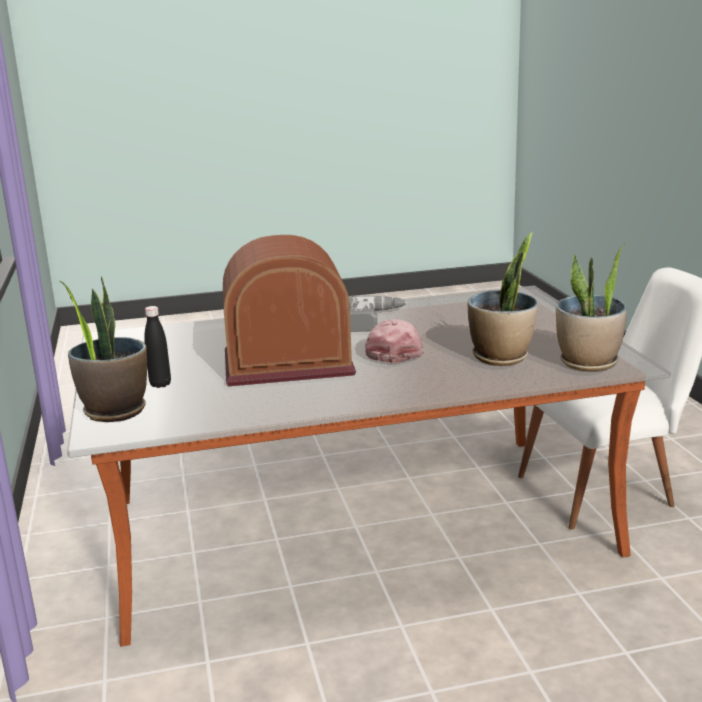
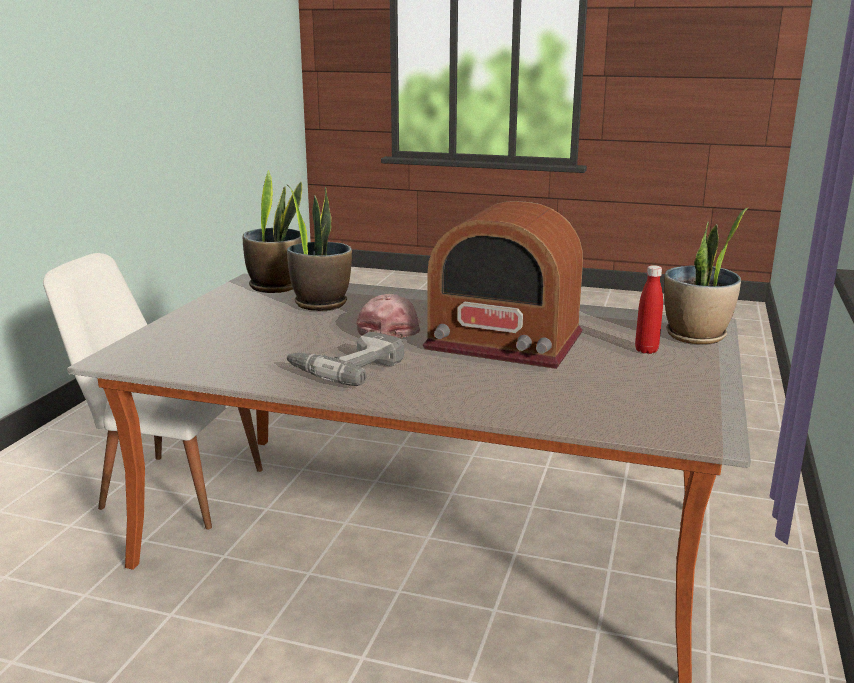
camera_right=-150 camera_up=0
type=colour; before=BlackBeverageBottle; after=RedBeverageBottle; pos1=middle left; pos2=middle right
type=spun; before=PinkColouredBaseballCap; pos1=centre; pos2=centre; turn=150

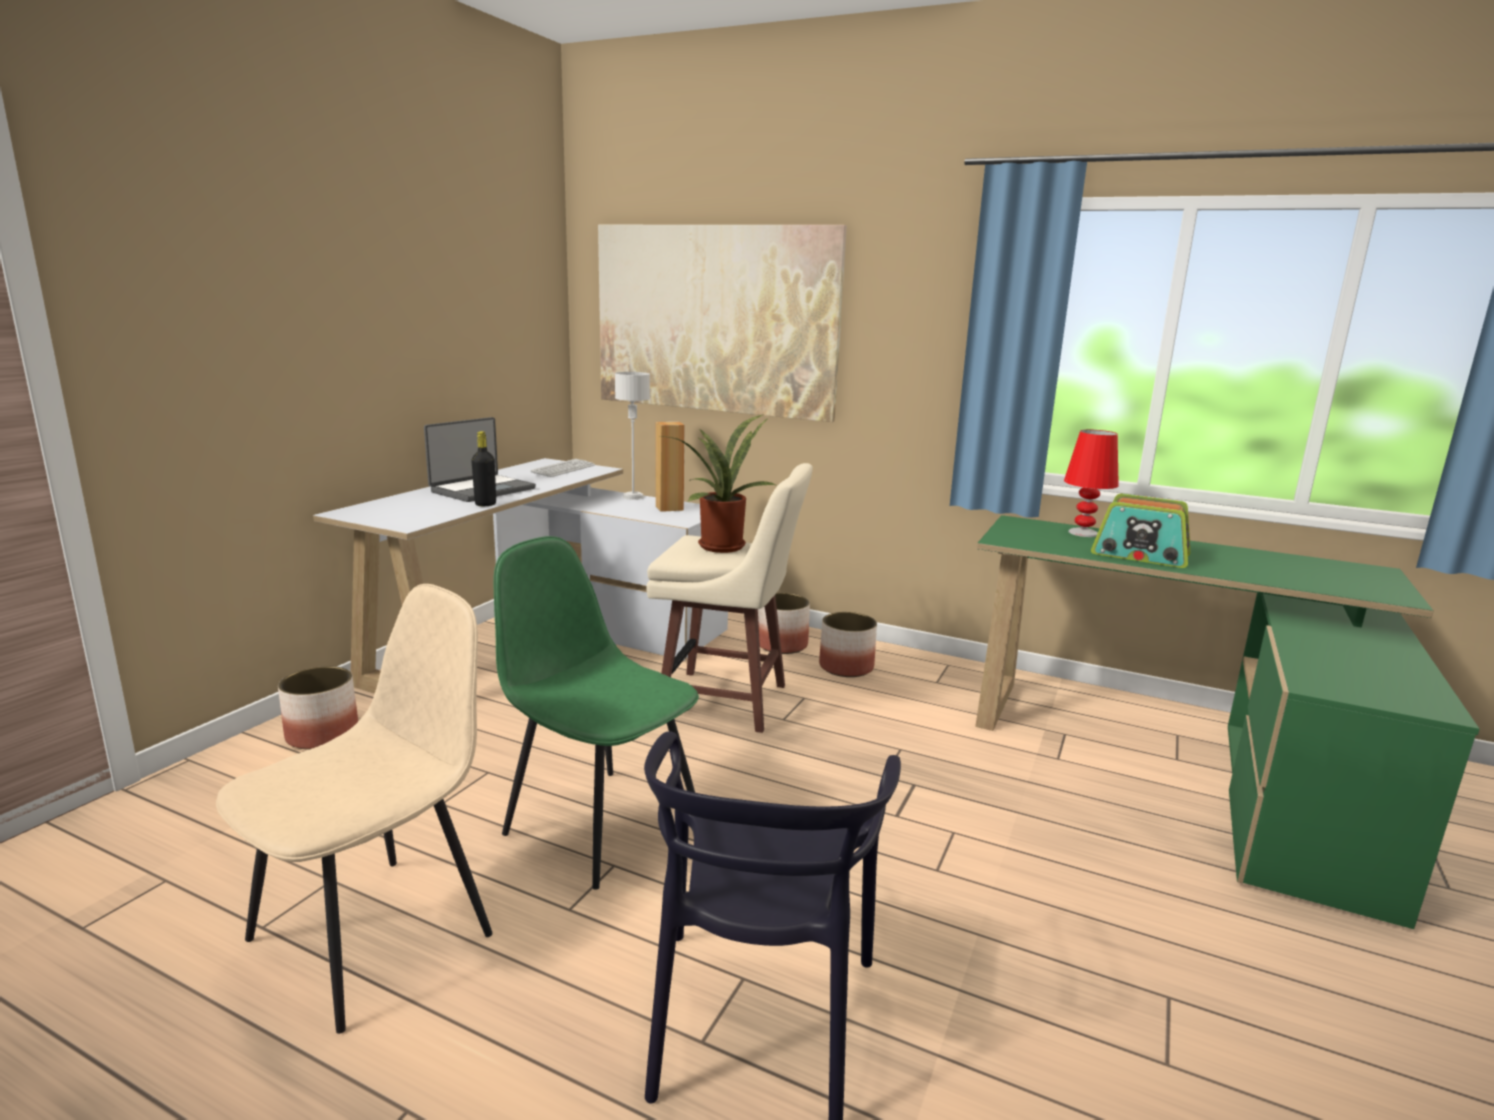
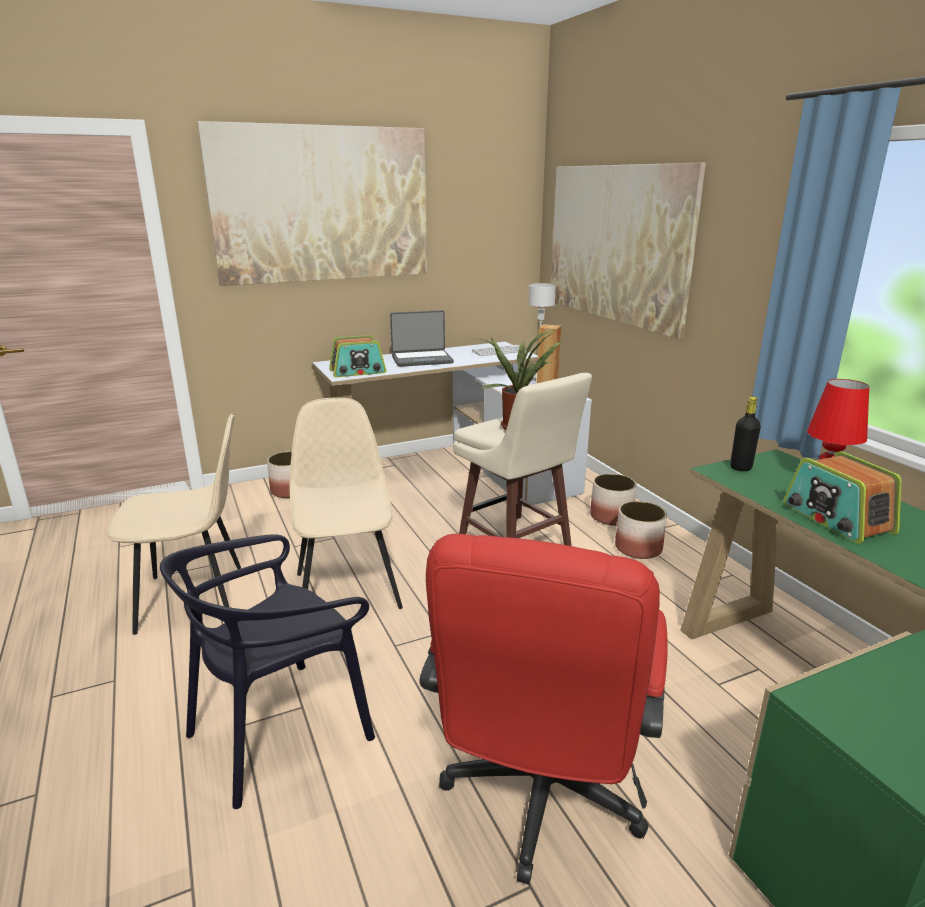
camera_right=40 camera_up=5
type=relocated; before=BlackBeverageBottle; pos1=middle left; pos2=middle right
type=colour; before=GreenColouredPlainChair; after=BeigeColouredPlainChair (no. 2 from left); pos1=centre; pos2=centre
type=appeared; after=Picture (no. 1 from left); pos2=top centre
type=appeared; after=RadioReceiver (no. 1 from left); pos2=centre
type=appeared; after=RedDeskChair; pos2=bottom centre

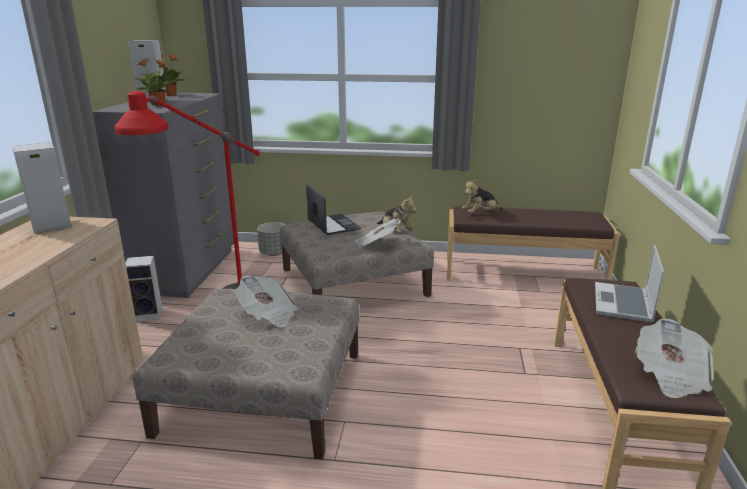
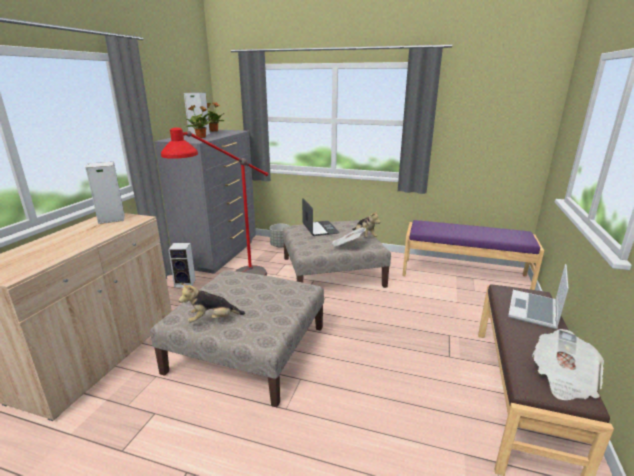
camera_right=10 camera_up=0
type=relocated; before=CuddlyToy (no. 2 from left in the first image); after=CuddlyToy (no. 1 from left); pos1=centre; pos2=middle left
type=colour; before=BrownishLongSeat (no. 1 from left); after=PurplishLongSeat; pos1=middle right; pos2=middle right
type=missing; before=PrintedPaper (no. 1 from left); pos1=centre

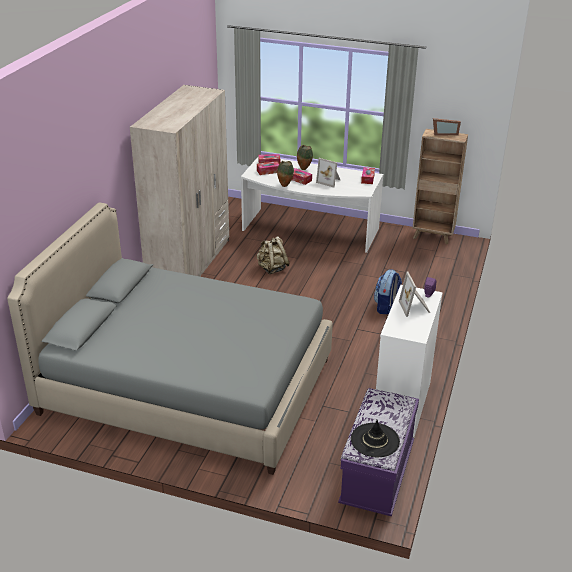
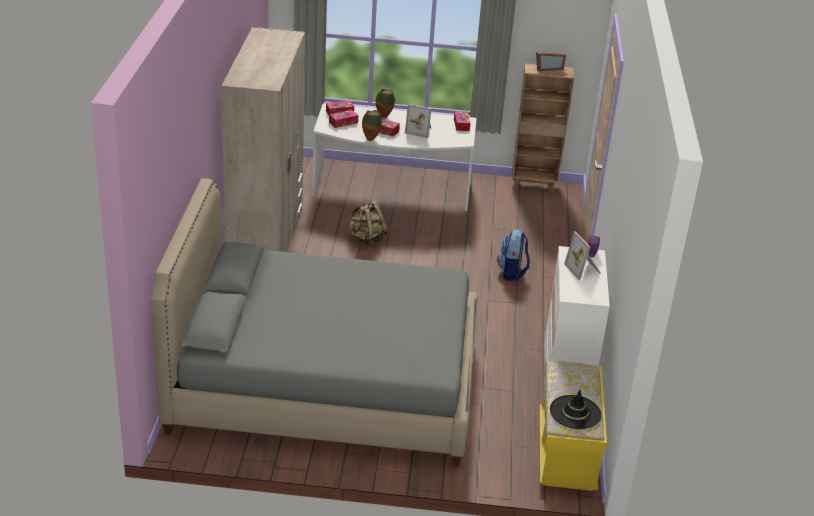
camera_right=-15 camera_up=0
type=colour; before=PurplishLongSeat; after=YellowishLongSeat; pos1=bottom centre; pos2=bottom right

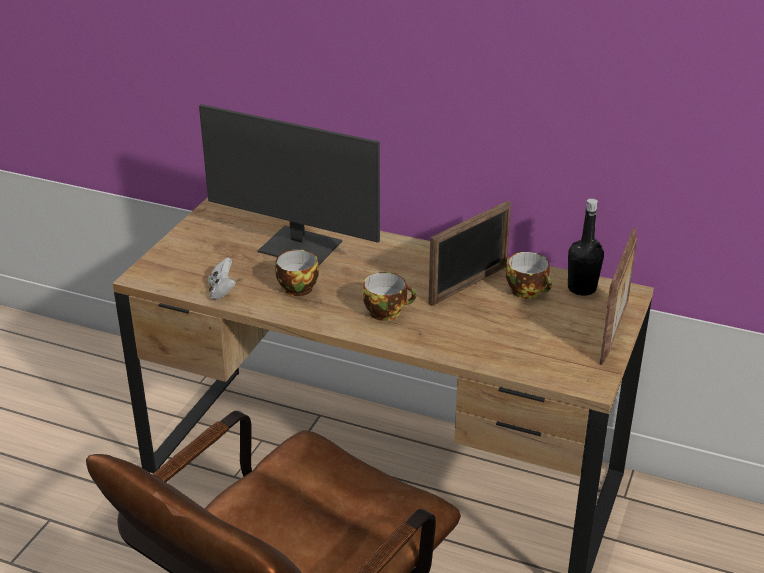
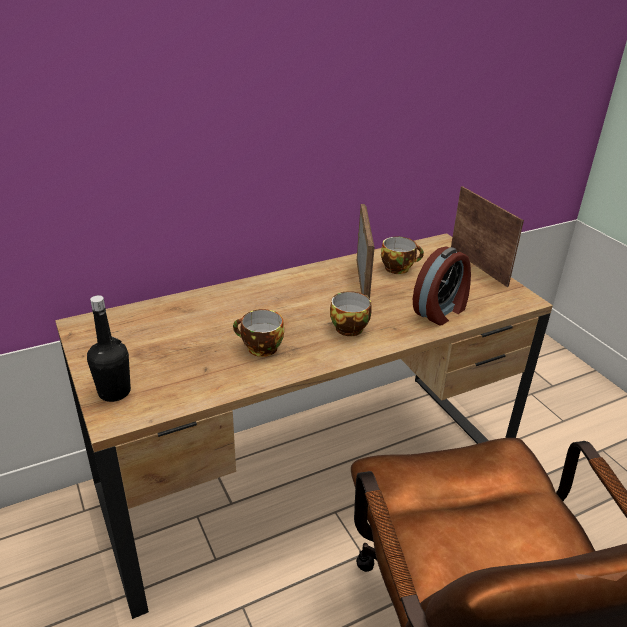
camera_right=-50 camera_up=0
type=missing; before=Monitor; pos1=top centre
type=relocated; before=BlackBeverageBottle; pos1=middle right; pos2=middle left
type=missing; before=WhitishJoypad; pos1=middle left
type=appeared; after=BedsideClock; pos2=middle right

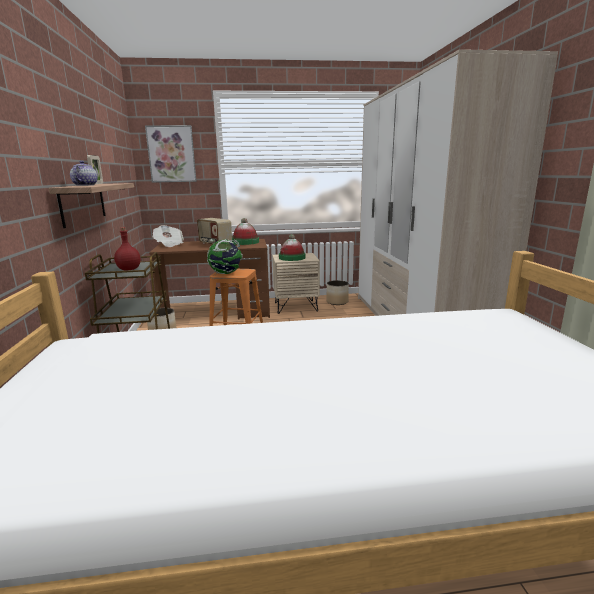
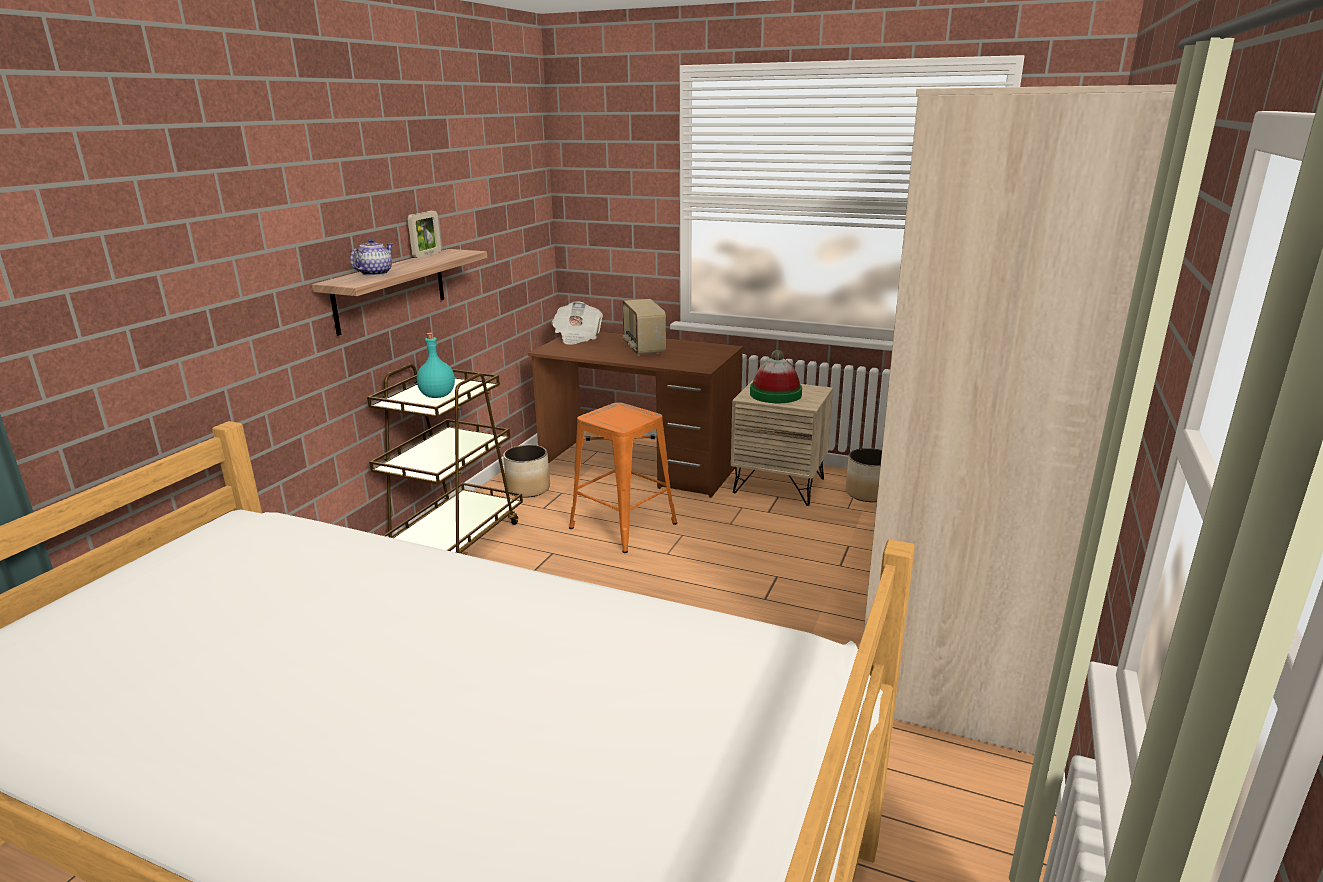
camera_right=30 camera_up=5
type=missing; before=Picture; pos1=top left
type=missing; before=WearableHat (no. 1 from left); pos1=centre
type=colour; before=RedBeverageBottle; after=TurquoiseBeverageBottle; pos1=middle left; pos2=middle left
type=missing; before=DeskGlobe; pos1=centre

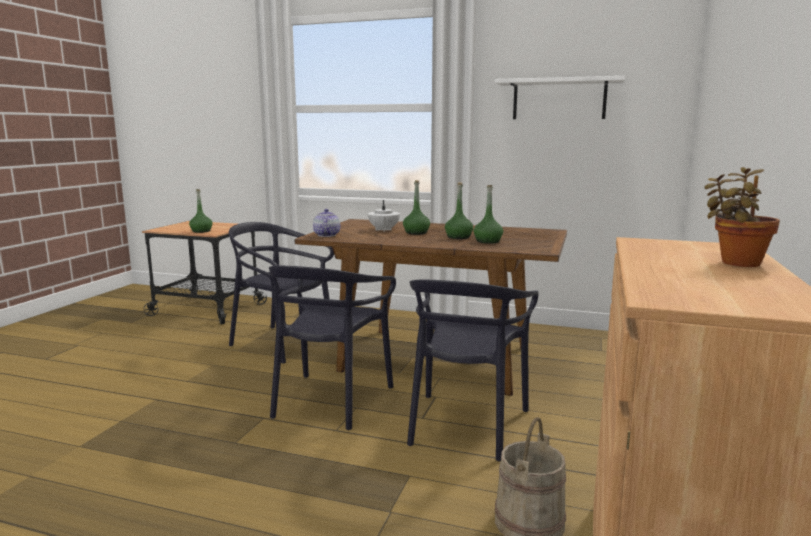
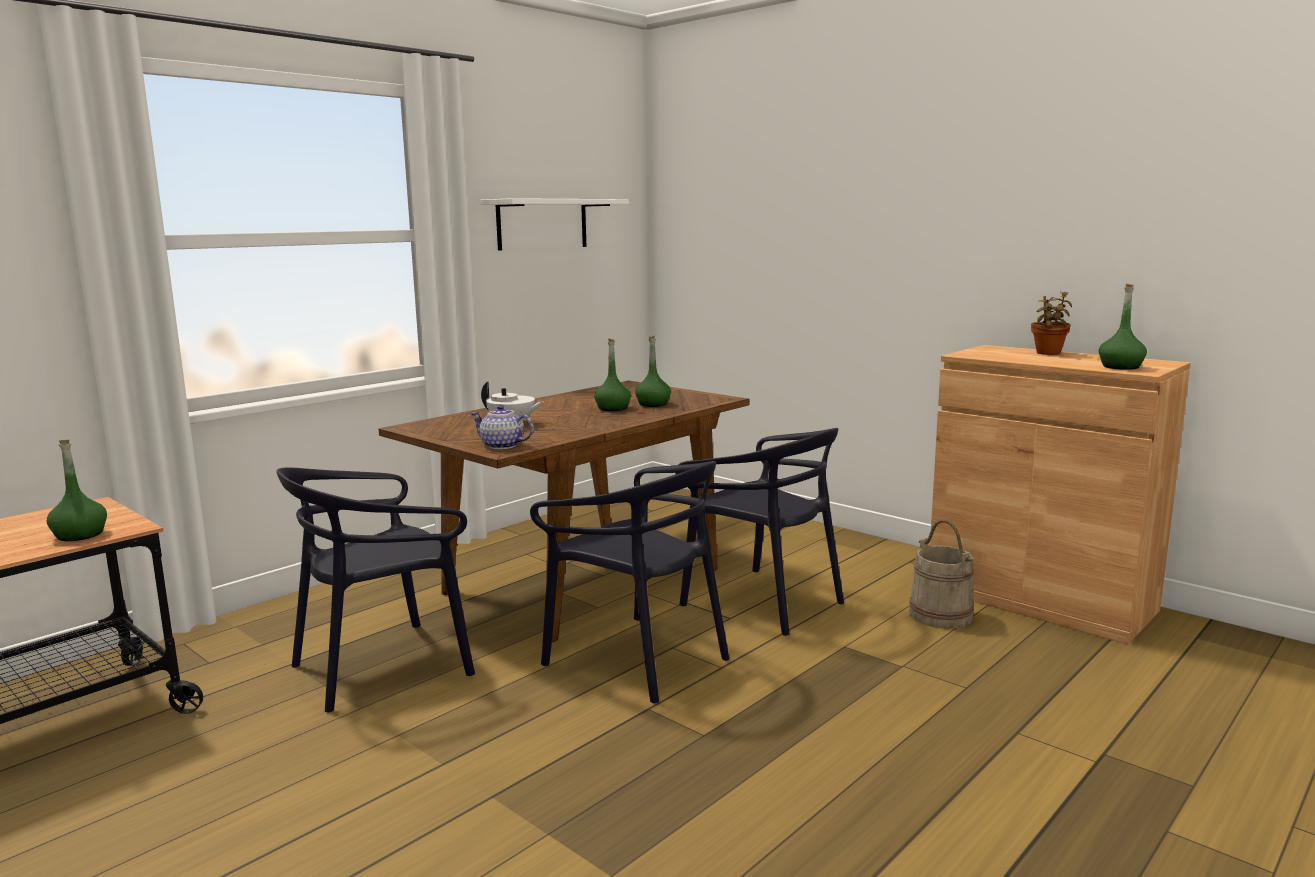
camera_right=-65 camera_up=0
type=relocated; before=GreenColouredBeverageBottle (no. 2 from left in the first image); after=GreenColouredBeverageBottle (no. 4 from left); pos1=centre; pos2=middle right

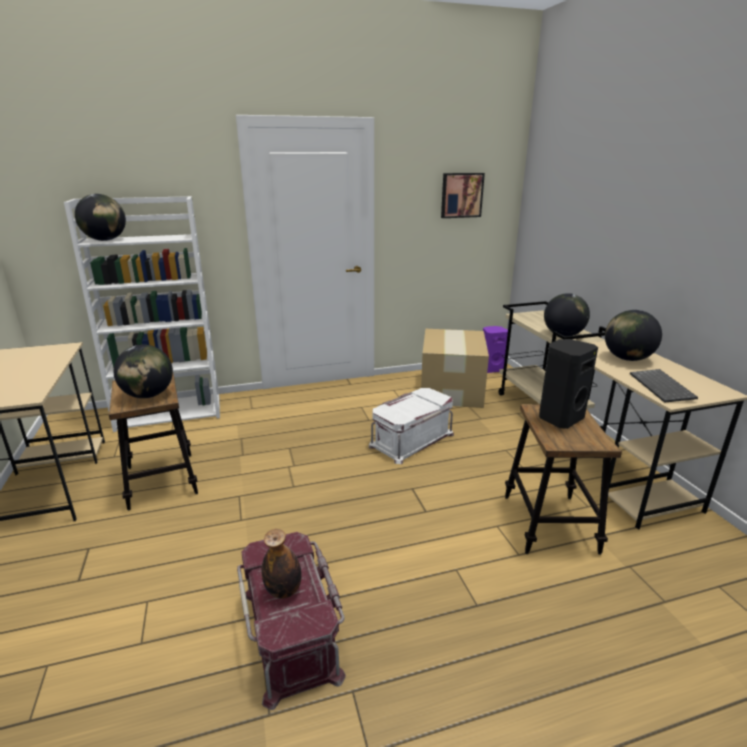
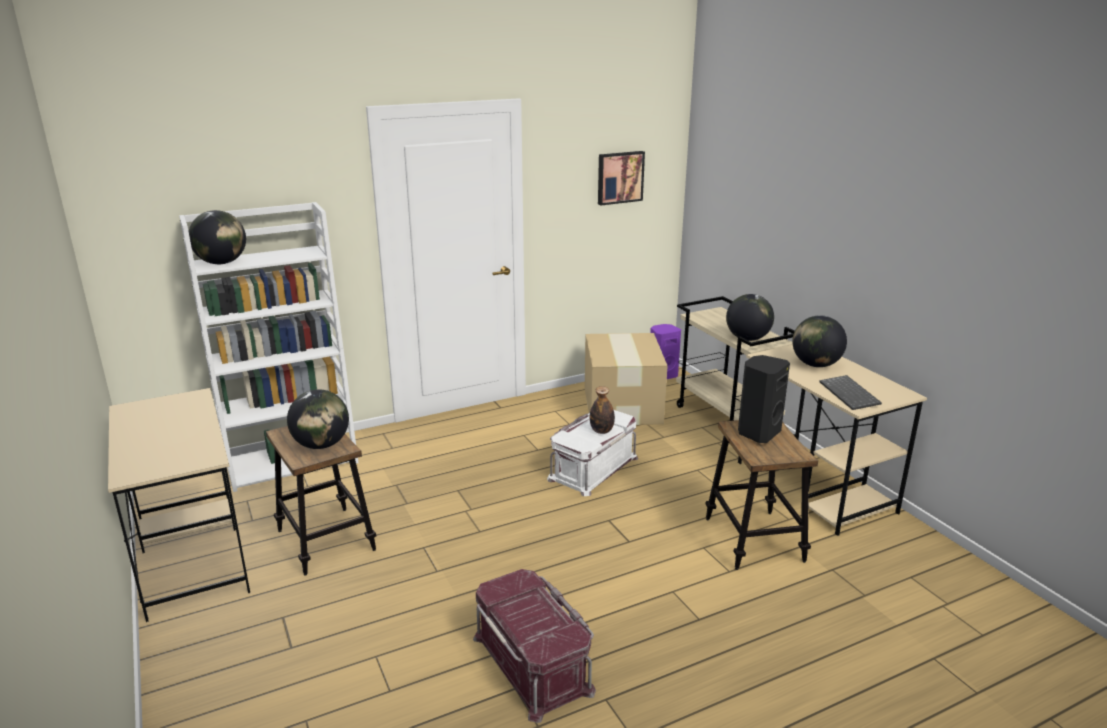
camera_right=-10 camera_up=0
type=relocated; before=BeverageBottle; pos1=bottom centre; pos2=centre

